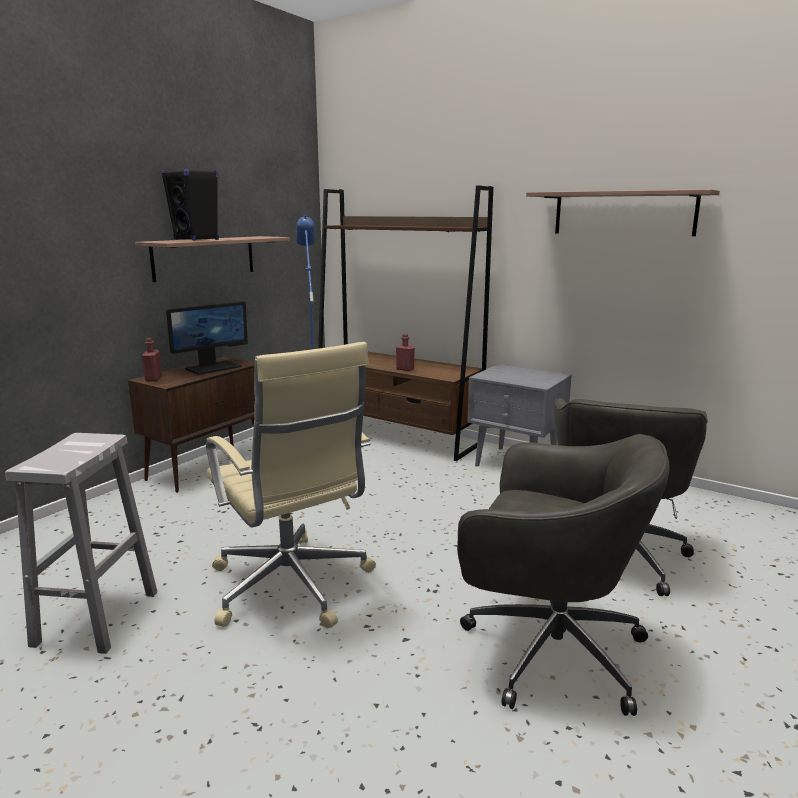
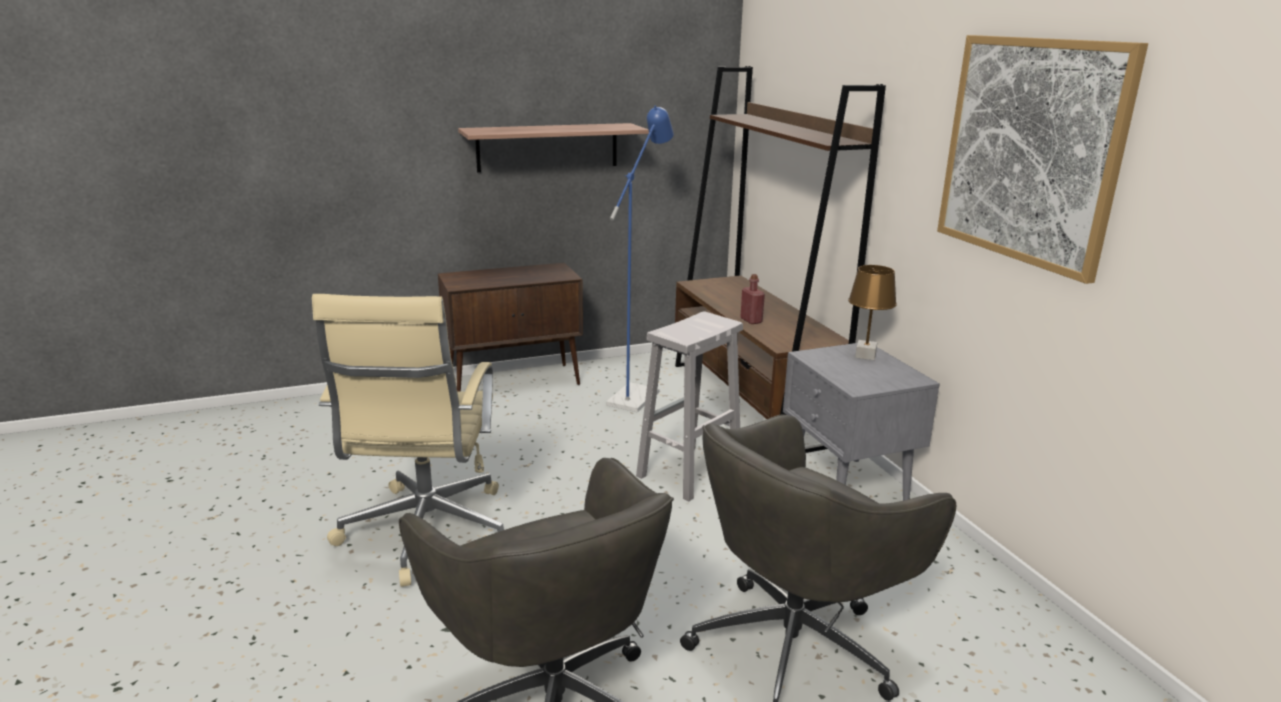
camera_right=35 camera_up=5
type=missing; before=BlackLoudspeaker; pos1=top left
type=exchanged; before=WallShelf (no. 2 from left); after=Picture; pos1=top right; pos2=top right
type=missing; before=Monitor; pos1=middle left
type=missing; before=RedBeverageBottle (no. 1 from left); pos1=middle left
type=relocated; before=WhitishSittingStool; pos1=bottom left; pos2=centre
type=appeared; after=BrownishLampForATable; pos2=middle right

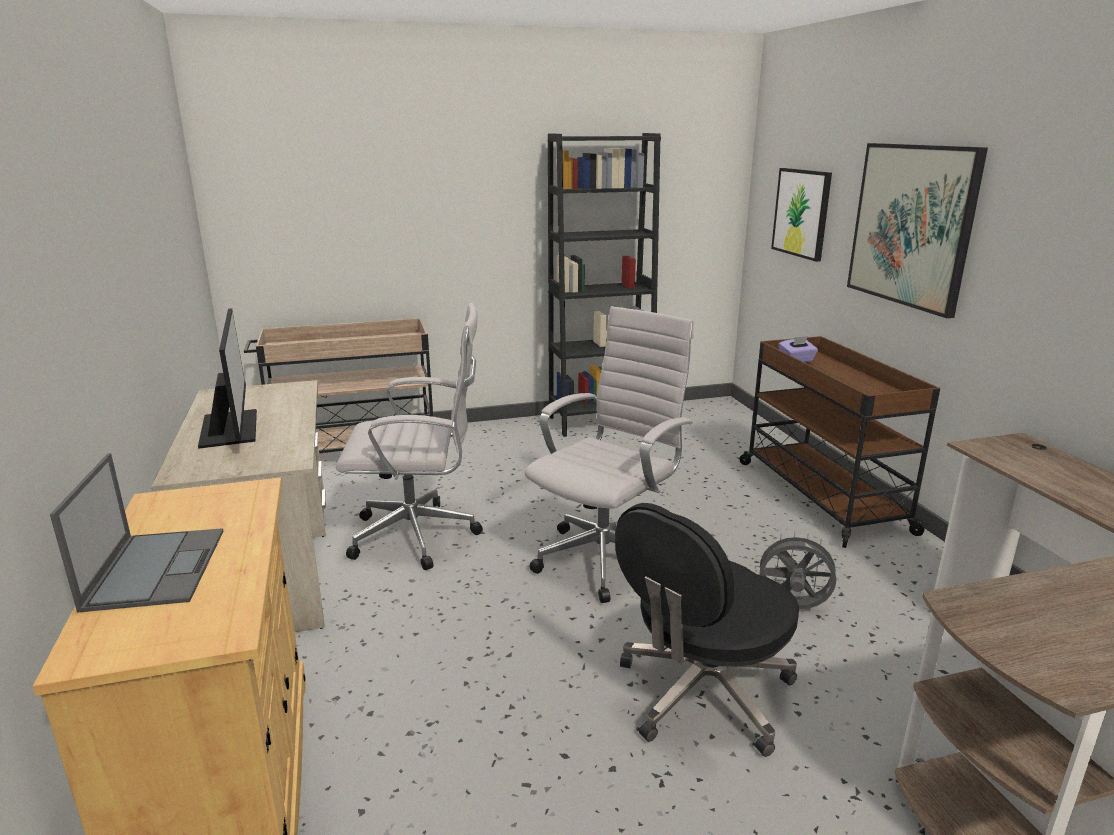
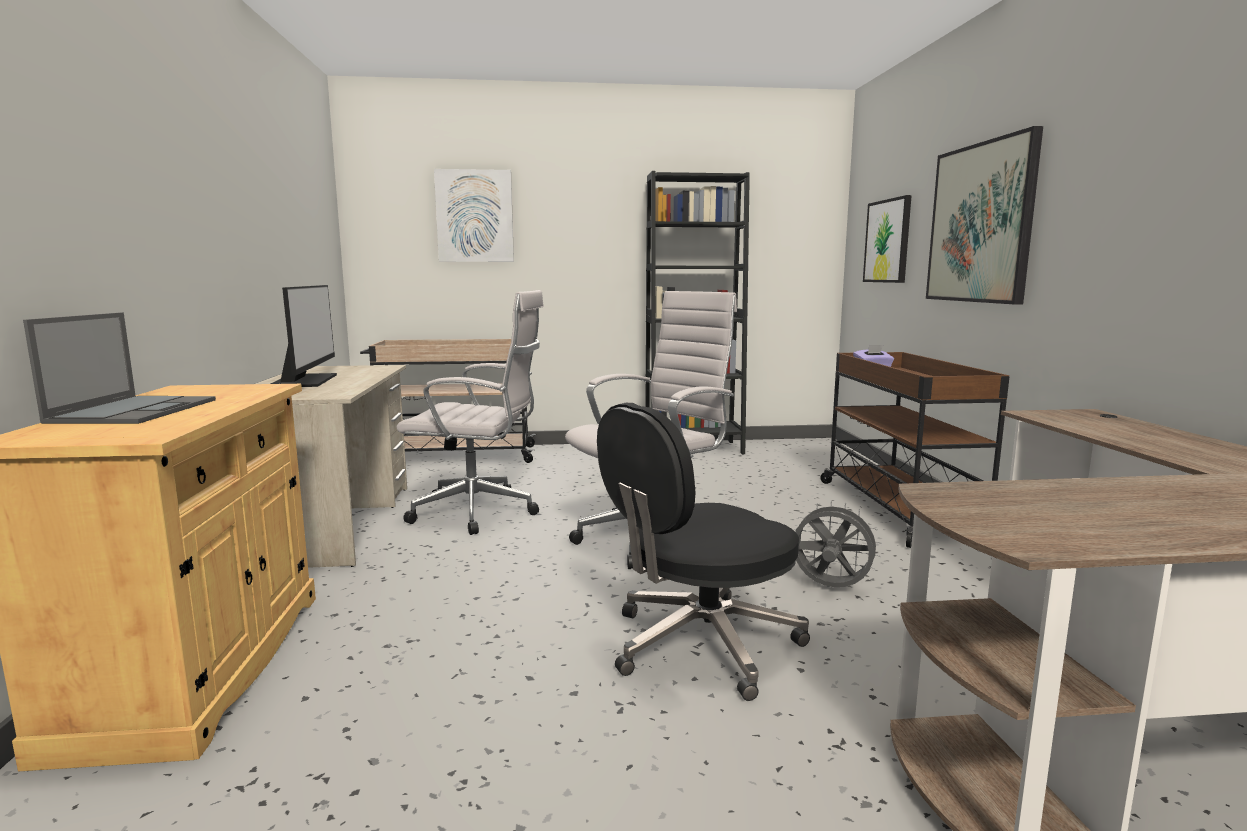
camera_right=10 camera_up=-10
type=appeared; after=Picture (no. 1 from left); pos2=top centre

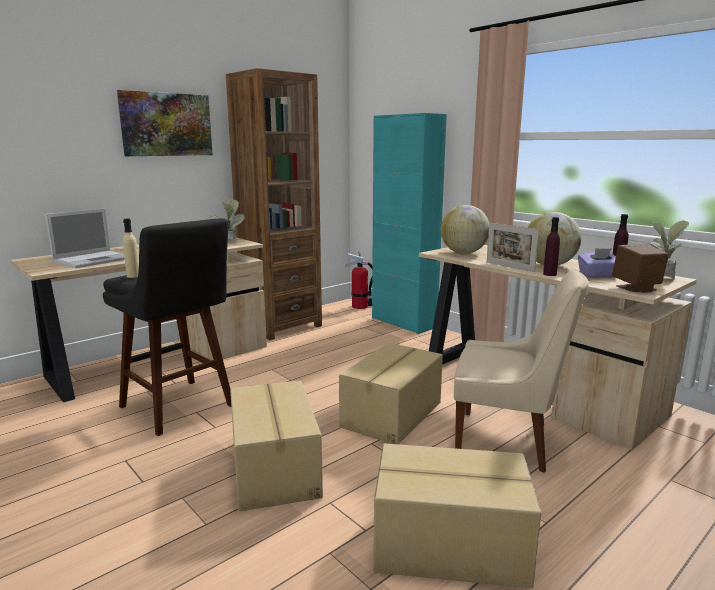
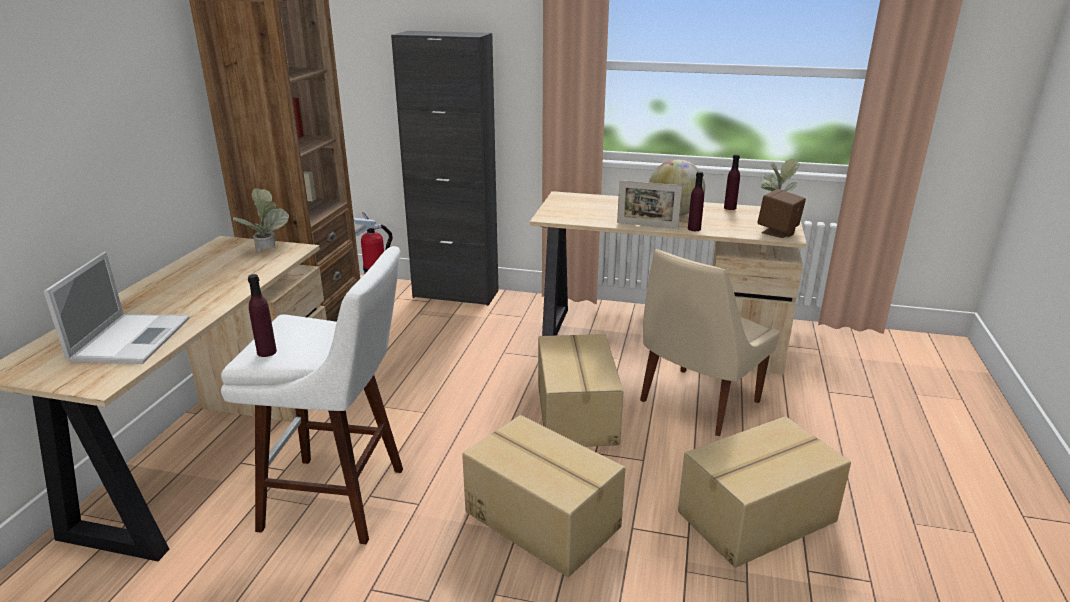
camera_right=-35 camera_up=10
type=missing; before=Picture; pos1=top left
type=colour; before=TurquoiseCupboard; after=BlackCupboard; pos1=centre; pos2=top centre
type=missing; before=DeskGlobe (no. 1 from left); pos1=centre
type=colour; before=BlackSittingStool; after=WhitishSittingStool; pos1=middle left; pos2=middle left
type=colour; before=BeigeColouredBeverageBottle; after=PurplishBeverageBottle (no. 1 from left); pos1=middle left; pos2=middle left
type=missing; before=PurplishTissueHolder; pos1=middle right
type=spun; before=BeigeColouredPlainChair; pos1=middle right; pos2=centre; turn=150

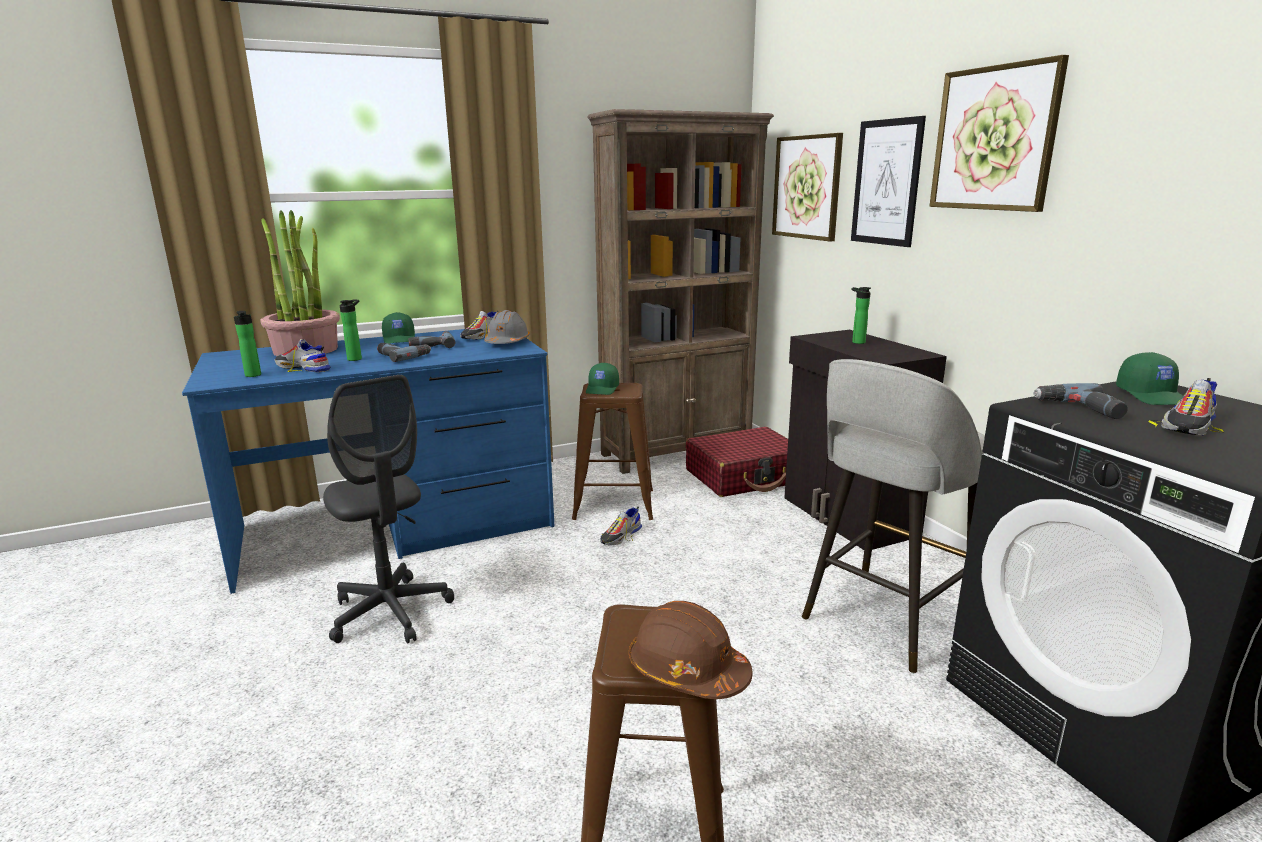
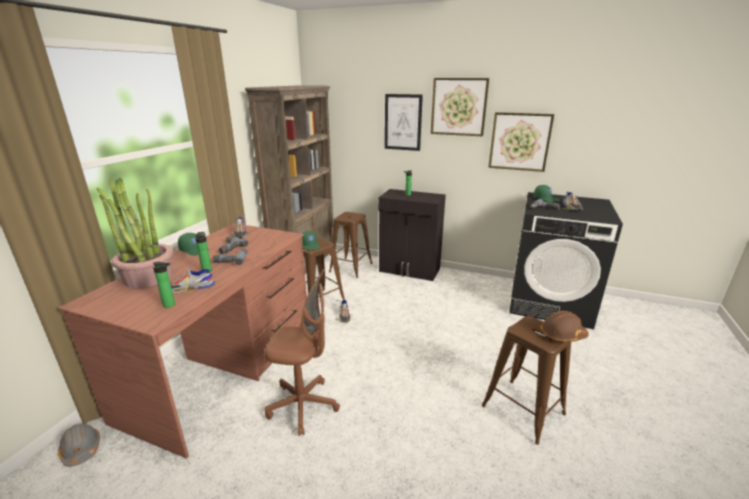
camera_right=-45 camera_up=5
type=relocated; before=Picture (no. 1 from left in the first image); after=Picture (no. 3 from left); pos1=top centre; pos2=top right
type=relocated; before=GrayHardHat; pos1=centre; pos2=bottom left
type=colour; before=BluishDeskTable; after=BrownishDeskTable; pos1=middle left; pos2=bottom left
type=missing; before=GraySittingStool; pos1=middle right
type=colour; before=GrayDeskChair; after=BrownishDeskChair; pos1=middle left; pos2=bottom centre
type=exchanged; before=RedSuitcase; after=BrownishSittingStool (no. 2 from left); pos1=centre; pos2=centre

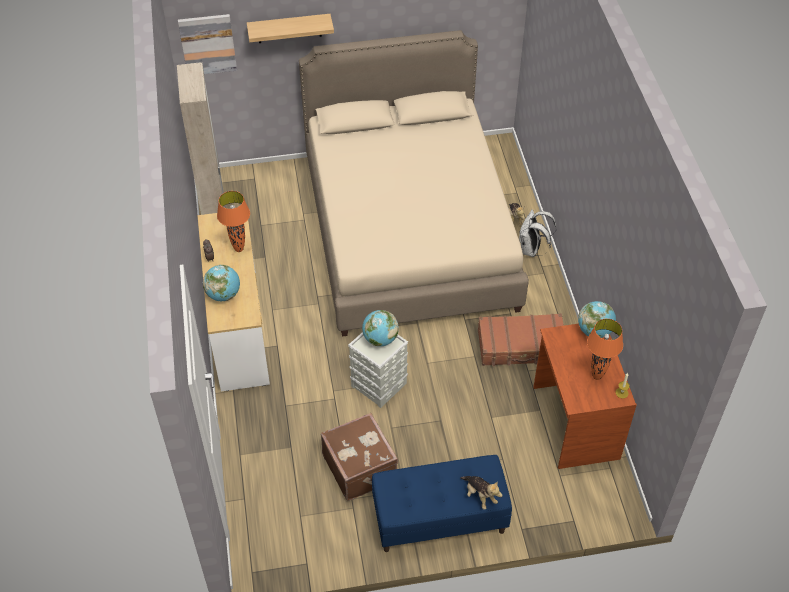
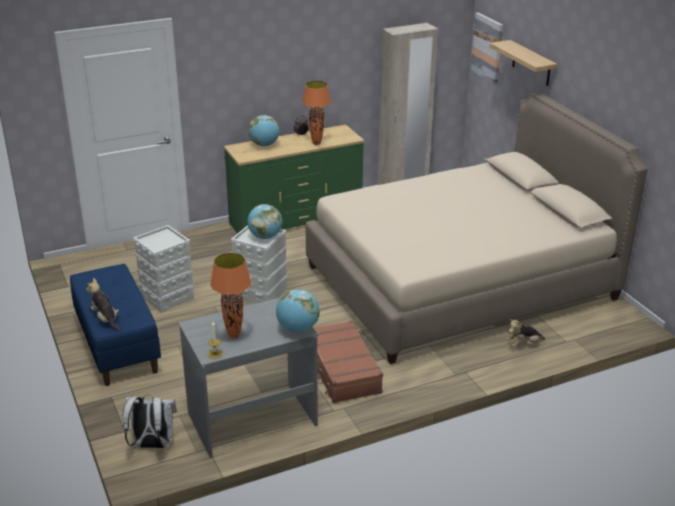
camera_right=75 camera_up=-20
type=relocated; before=WhitishBackpack; pos1=middle right; pos2=bottom left
type=colour; before=WhitishDresser; after=GreenColouredDresser; pos1=middle left; pos2=centre
type=colour; before=BrownishDeskTable; after=GrayDeskTable; pos1=bottom right; pos2=bottom centre
type=exchanged; before=BrownishSuitcase (no. 1 from left); after=GrayStorageBin (no. 1 from left); pos1=bottom centre; pos2=middle left
type=spun; before=CuddlyToy (no. 1 from left); pos1=bottom centre; pos2=middle left; turn=105

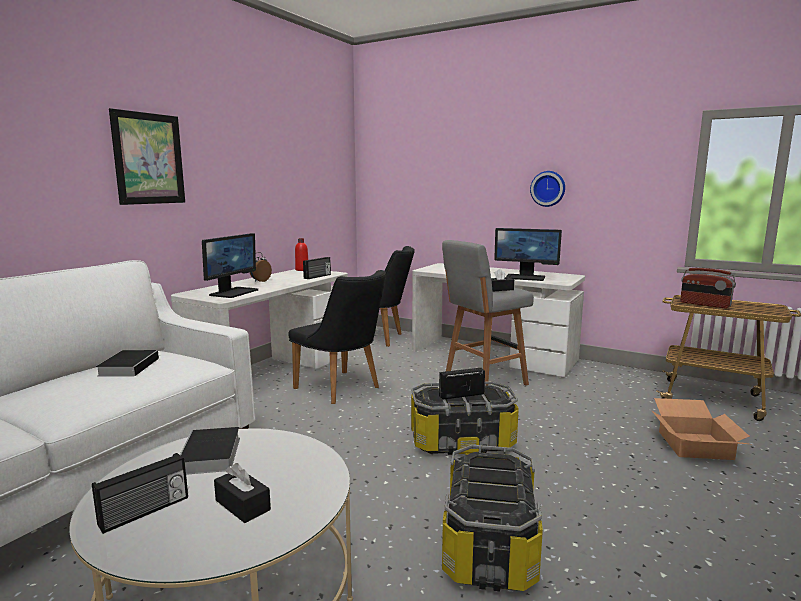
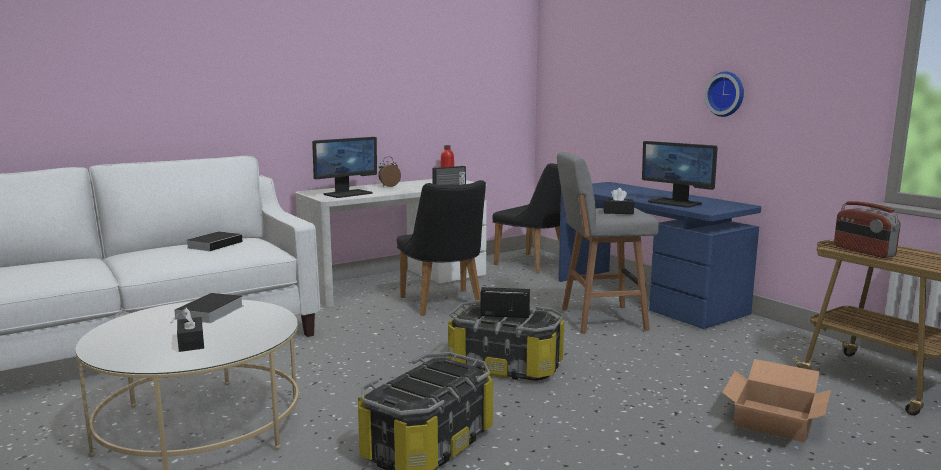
camera_right=25 camera_up=0
type=missing; before=Picture; pos1=top left
type=colour; before=WhitishDeskTable (no. 2 from left); after=BluishDeskTable; pos1=centre; pos2=middle right
type=missing; before=RadioReceiver (no. 1 from left); pos1=bottom left

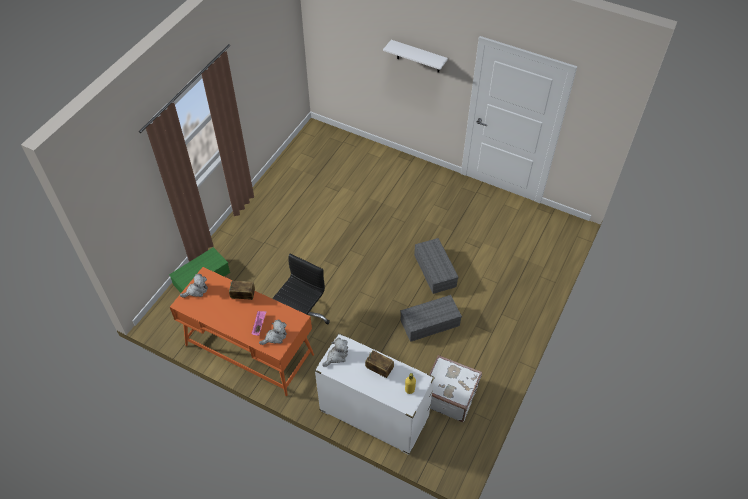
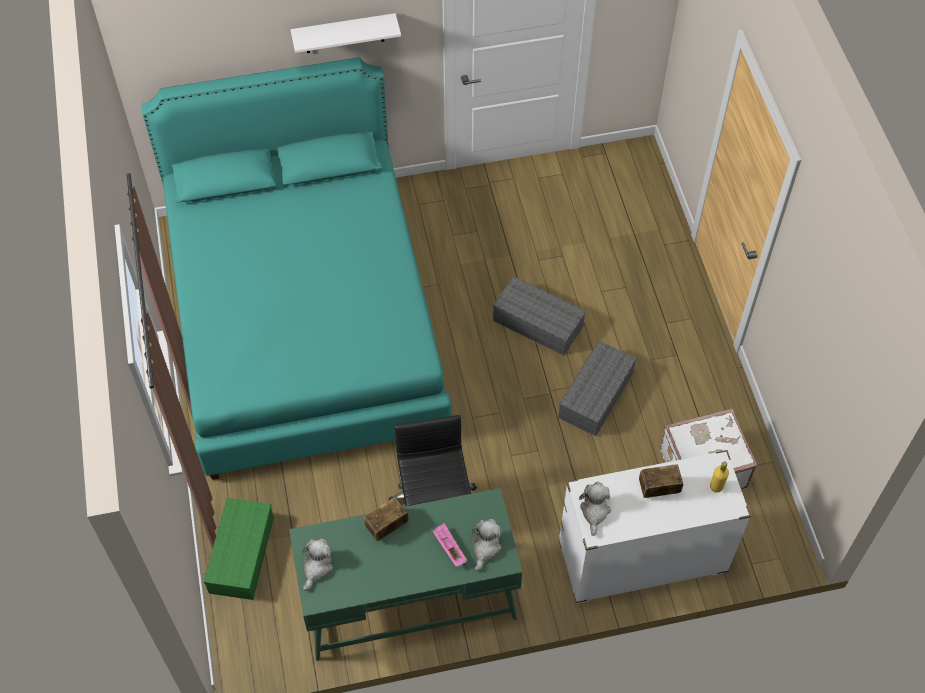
camera_right=-40 camera_up=5
type=colour; before=OrangeColouredDeskTable; after=GreenColouredDeskTable; pos1=middle left; pos2=bottom centre
type=appeared; after=TurquoiseBed; pos2=middle left

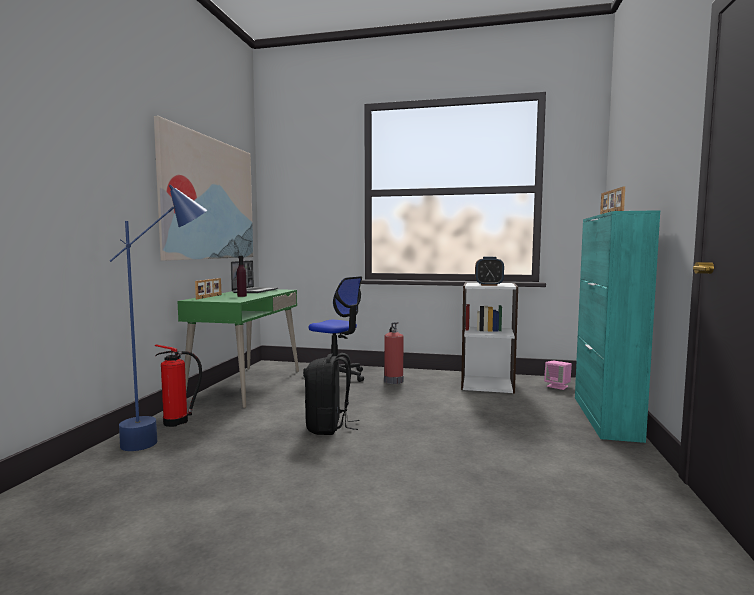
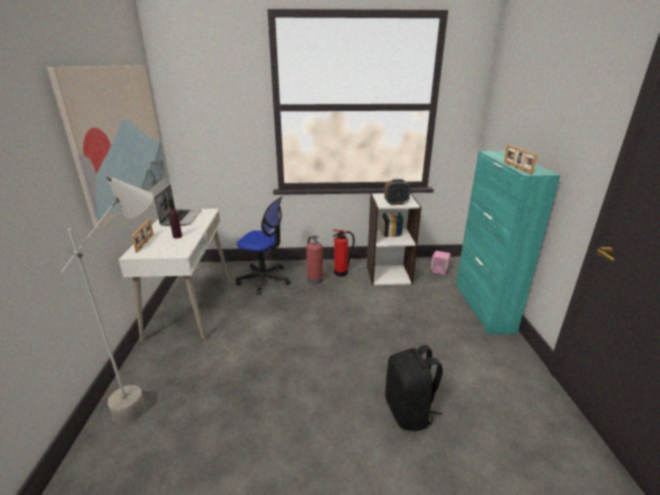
camera_right=-15 camera_up=20
type=colour; before=BluishStandardLamp; after=GrayStandardLamp; pos1=middle left; pos2=middle left
type=colour; before=GreenColouredDeskTable; after=WhitishDeskTable; pos1=middle left; pos2=middle left
type=relocated; before=FireFightingCylinder (no. 1 from left in the first image); after=FireFightingCylinder (no. 2 from left); pos1=middle left; pos2=centre
type=relocated; before=BlackBackpack; pos1=centre; pos2=bottom centre

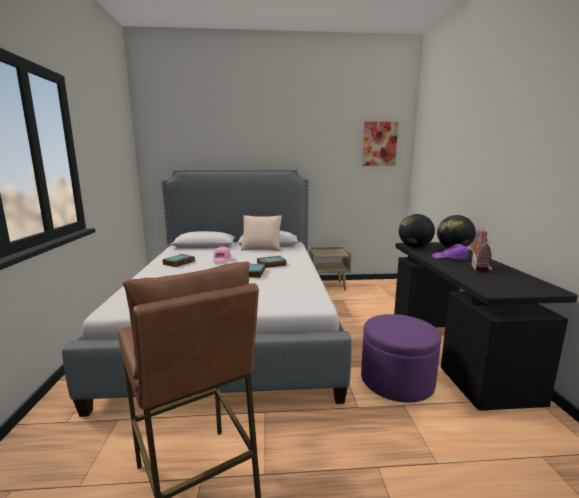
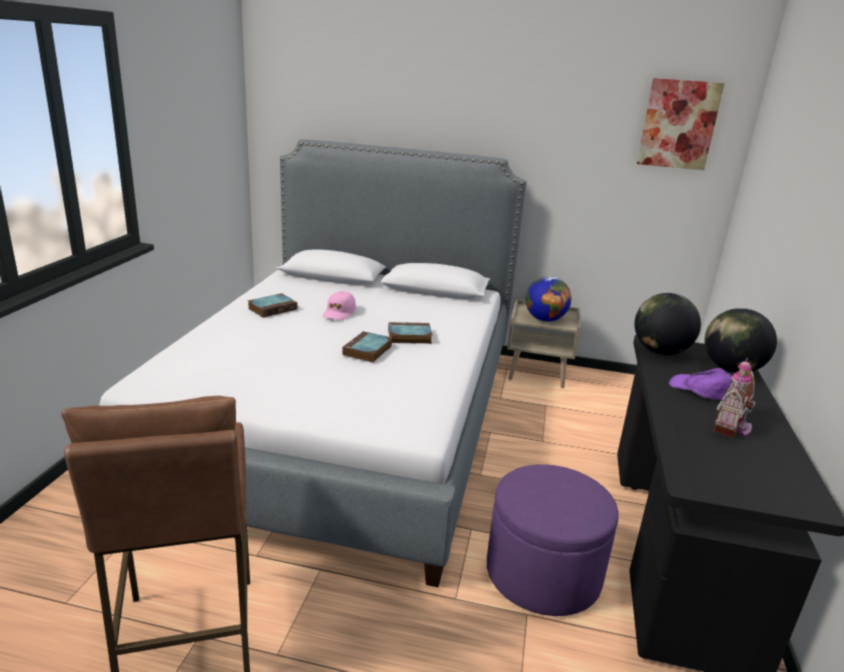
camera_right=15 camera_up=10
type=missing; before=BeigeColouredCushion; pos1=centre
type=appeared; after=DeskGlobe (no. 1 from left); pos2=centre

